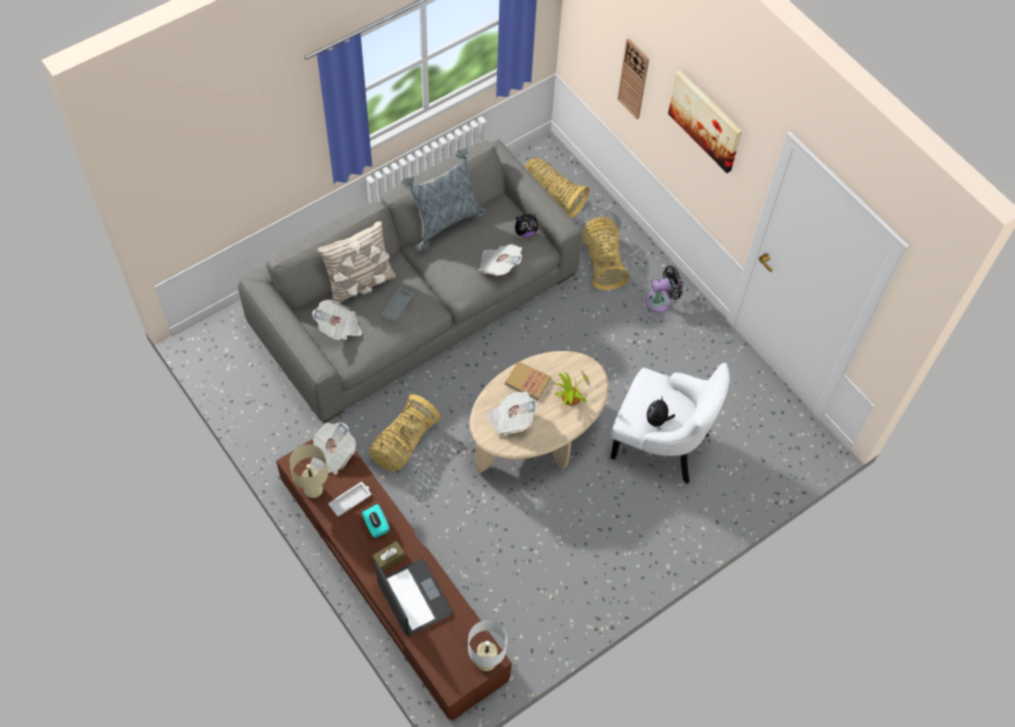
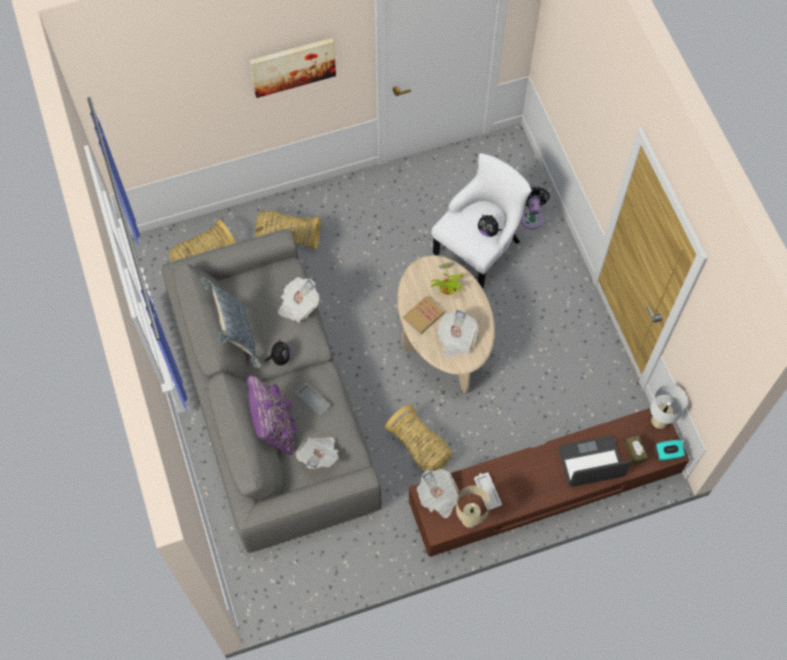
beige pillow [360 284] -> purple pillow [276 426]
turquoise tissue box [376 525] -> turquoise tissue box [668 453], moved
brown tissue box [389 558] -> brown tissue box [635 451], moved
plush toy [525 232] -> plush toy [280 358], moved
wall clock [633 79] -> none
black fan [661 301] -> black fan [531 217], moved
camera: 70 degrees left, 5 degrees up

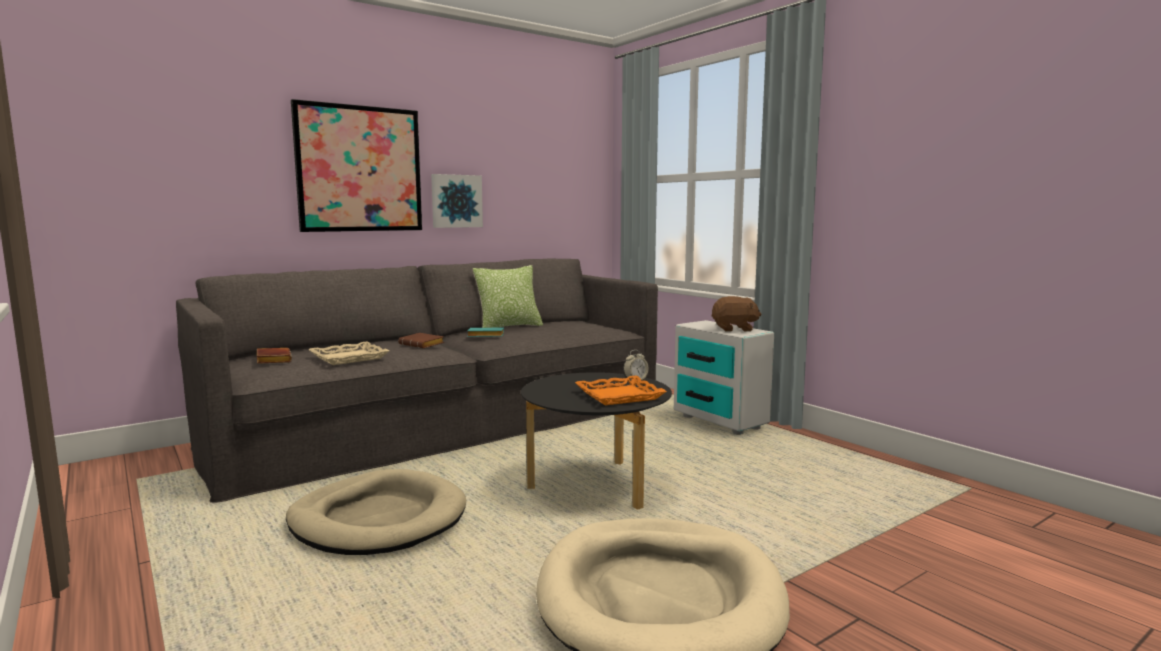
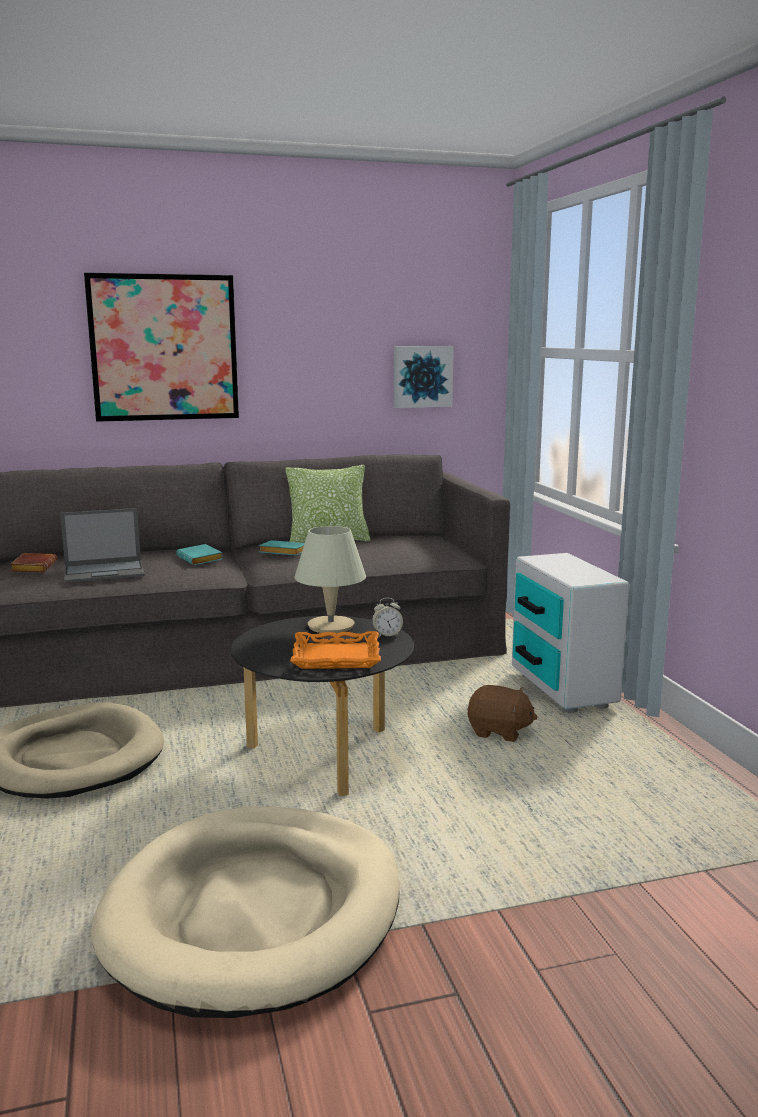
beige tray [349 358] -> laptop [105 572]
brown book [423 344] -> turquoise book [201 559]
picture [456 201] -> picture [422 376], moved
brown plush toy [734 329] -> brown plush toy [499 732], moved
none -> beige table lamp [331 626]
camera: 20 degrees right, 5 degrees up

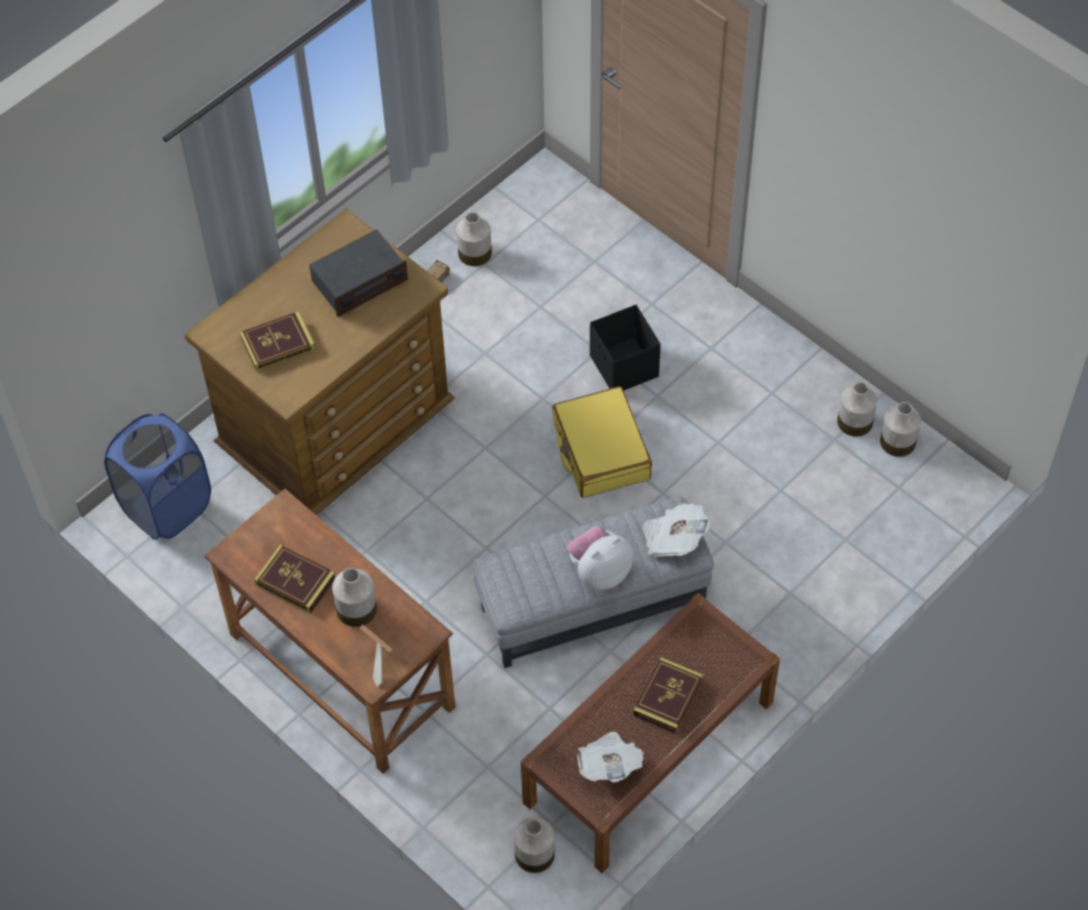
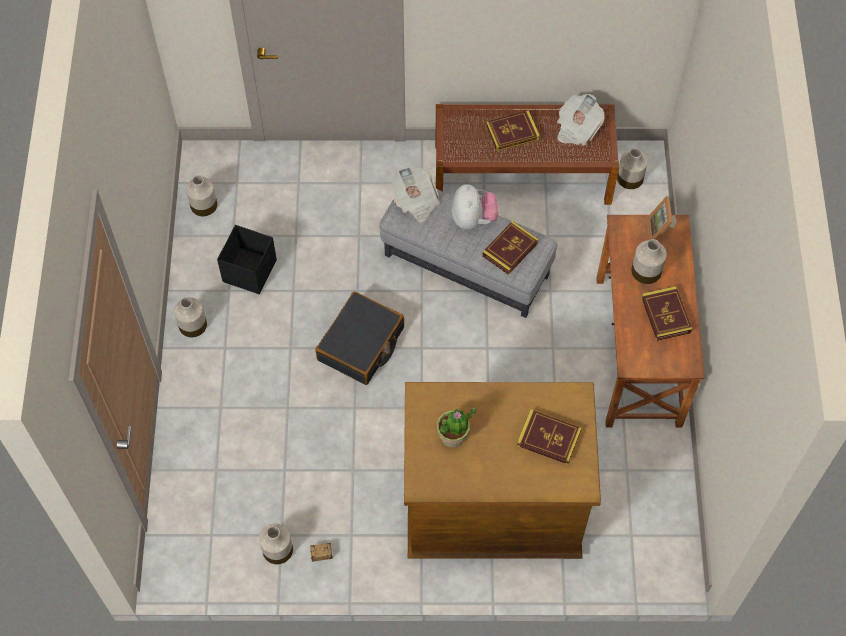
blue laundry basket [167 506] -> none
radio [359 281] -> potted plant [453 436]
yellow suitcase [600 451] -> black suitcase [361 344]
plush toy [600 571] -> plush toy [473 219], 105 degrees counterclockwise
black storage box [624 367] -> black storage box [250 270], moved
beige vase [855 422] -> beige vase [192 324], moved
none -> book [510 249]
camera: 135 degrees left, 5 degrees up

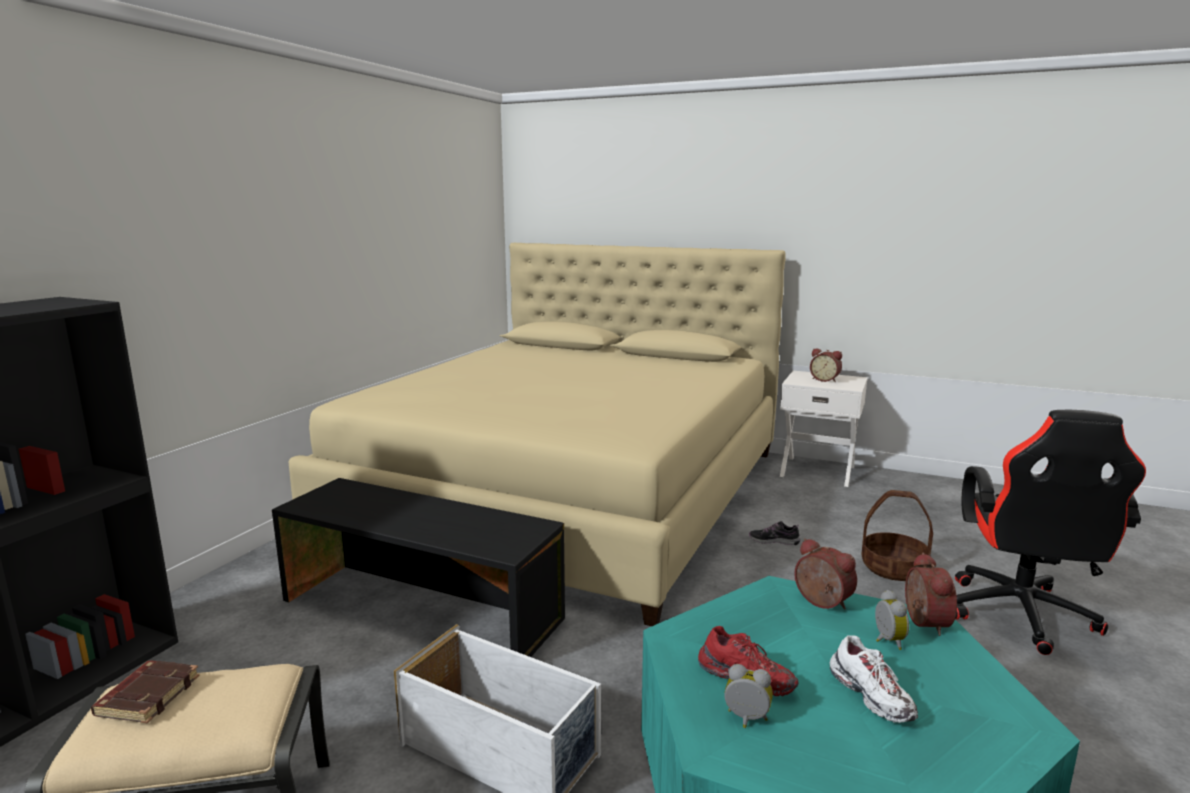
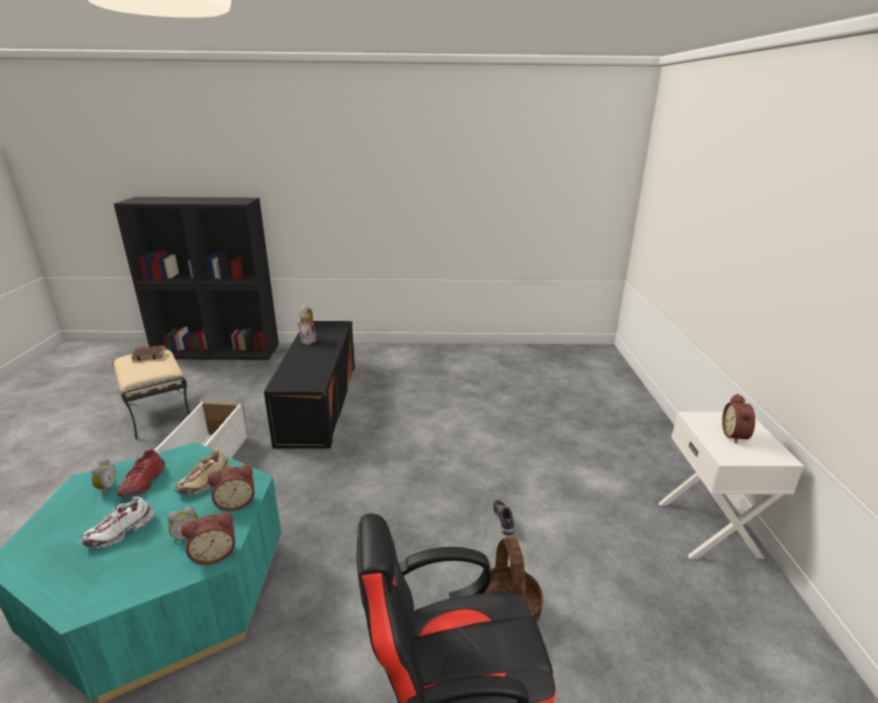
beige bed [568 491] -> none
alarm clock [821 603] -> alarm clock [236 502], 45 degrees clockwise
none -> beige shoe [205 482]
none -> plush toy [307 340]
camera: 65 degrees right, 10 degrees up

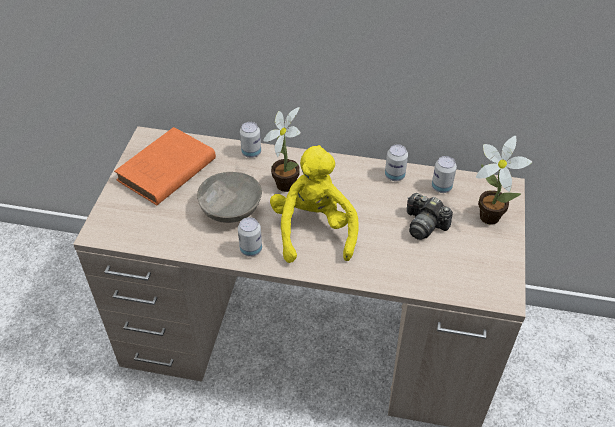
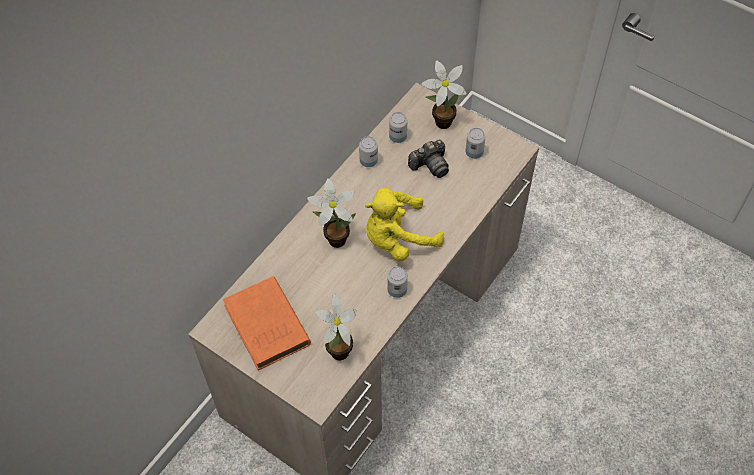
grey bowl [231 210] -> none
can [251 153] -> can [474 153], moved
yellow plush toy [313 230] -> yellow plush toy [398 239], 45 degrees counterclockwise
none -> potted plant [337 354]
camera: 65 degrees left, 10 degrees up

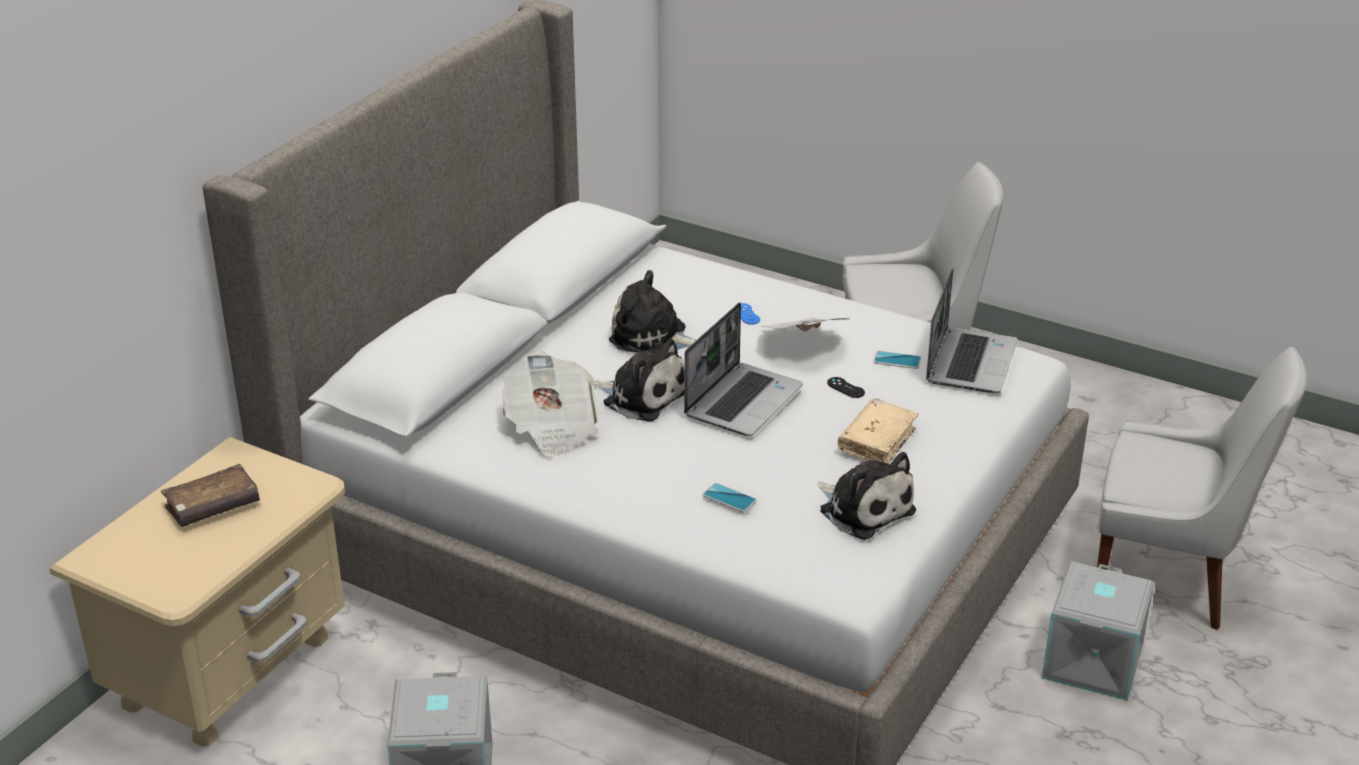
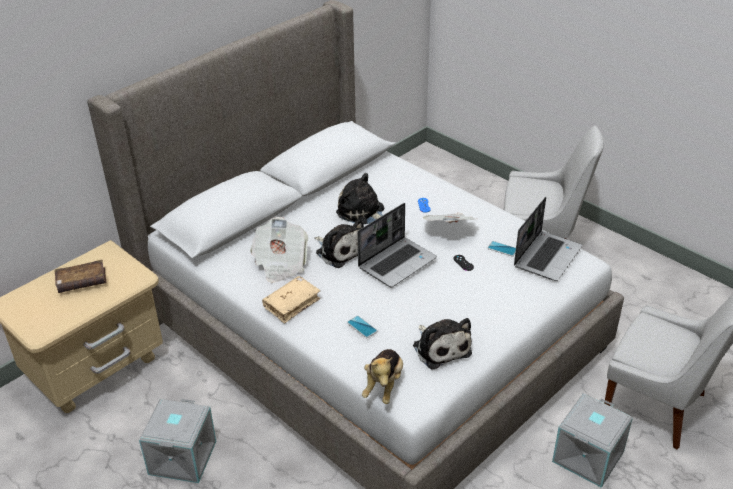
beige book [877 442] -> beige book [291 304], moved
none -> plush toy [384 385]
camera: 15 degrees right, 5 degrees up

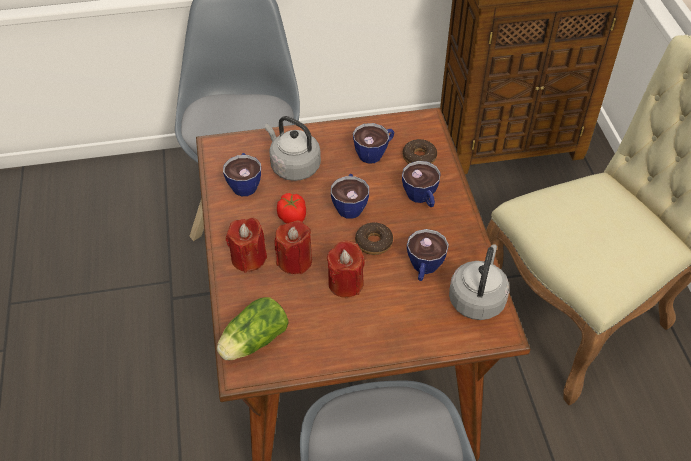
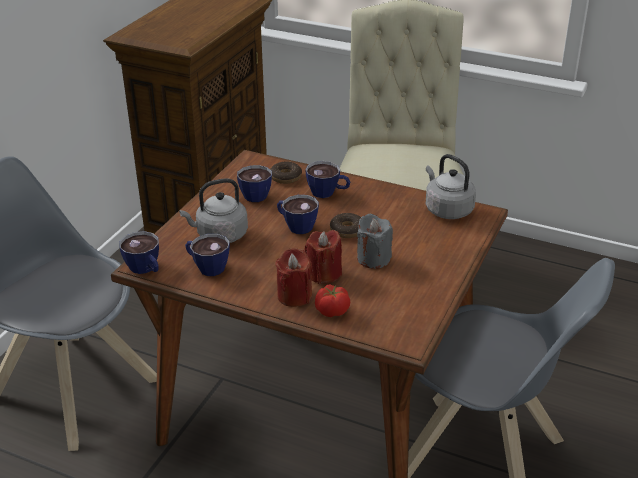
lettuce [252 342] -> none
tomato [292 217] -> tomato [332 311], moved
red candle [345 283] -> grey candle [373 259]
cup [424 269] -> cup [145 269], moved
camera: 55 degrees left, 15 degrees down

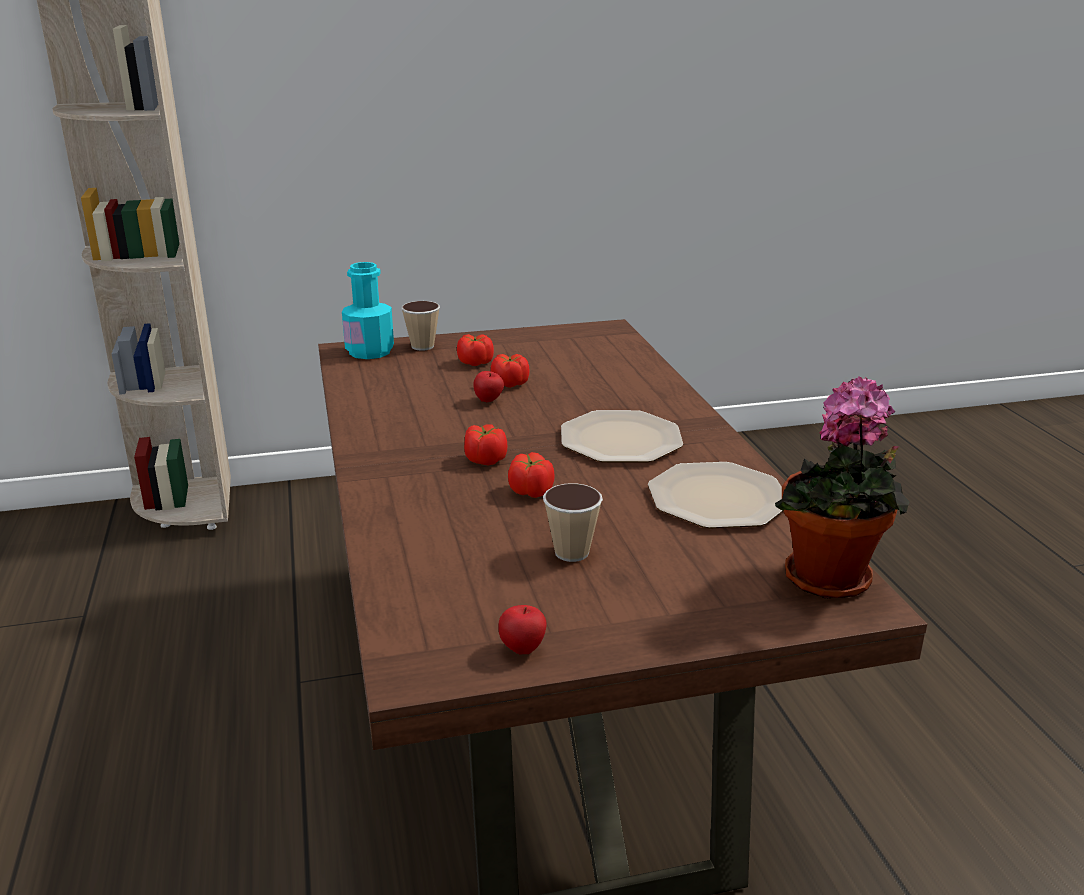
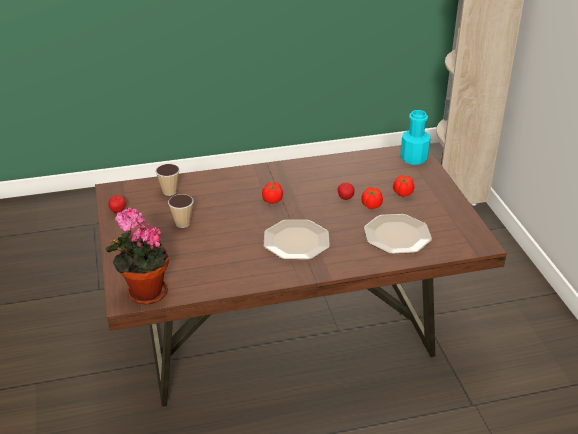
cup [422 346] -> cup [169 191], moved
tomato [531 492] -> none
plate [718 498] -> plate [396 235], moved
camera: 90 degrees right, 10 degrees up

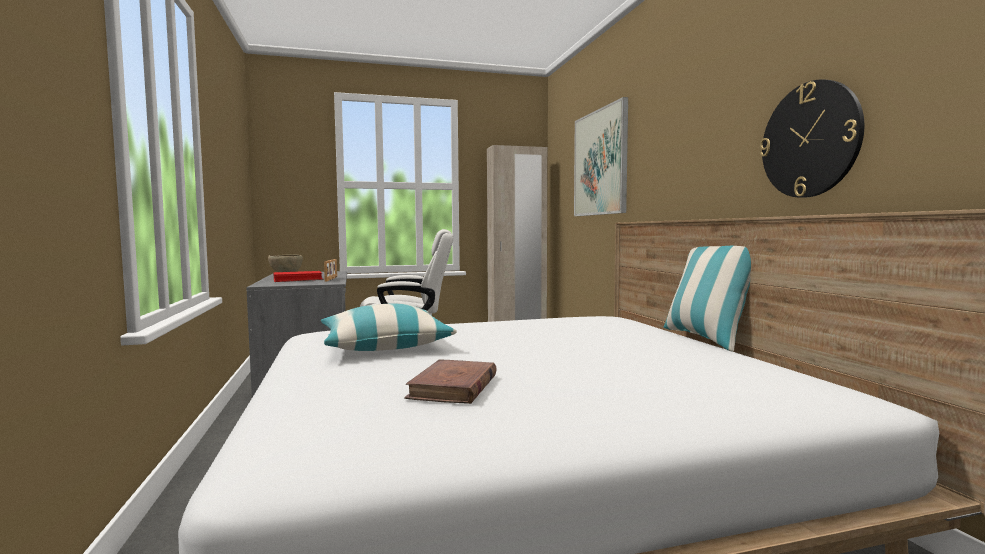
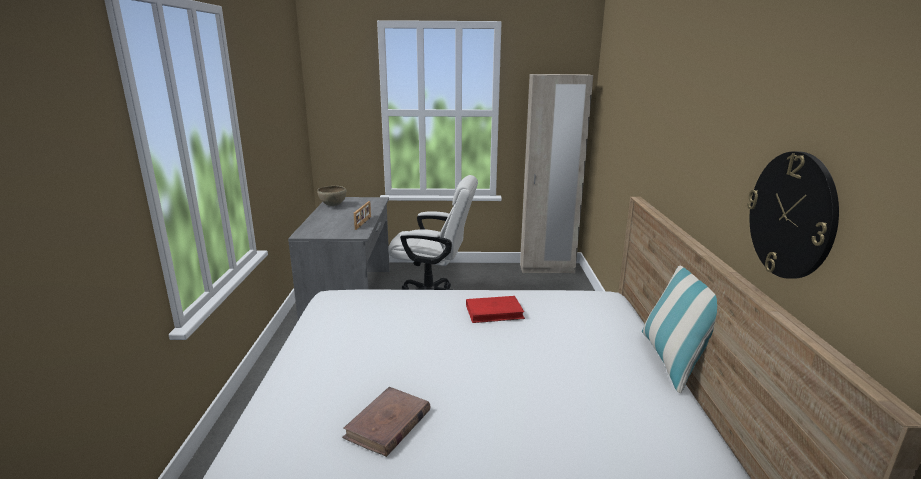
red book [298 279] -> red book [494 312], moved
pillow [384 345] -> none
picture [600 163] -> none
camera: 15 degrees right, 15 degrees up

